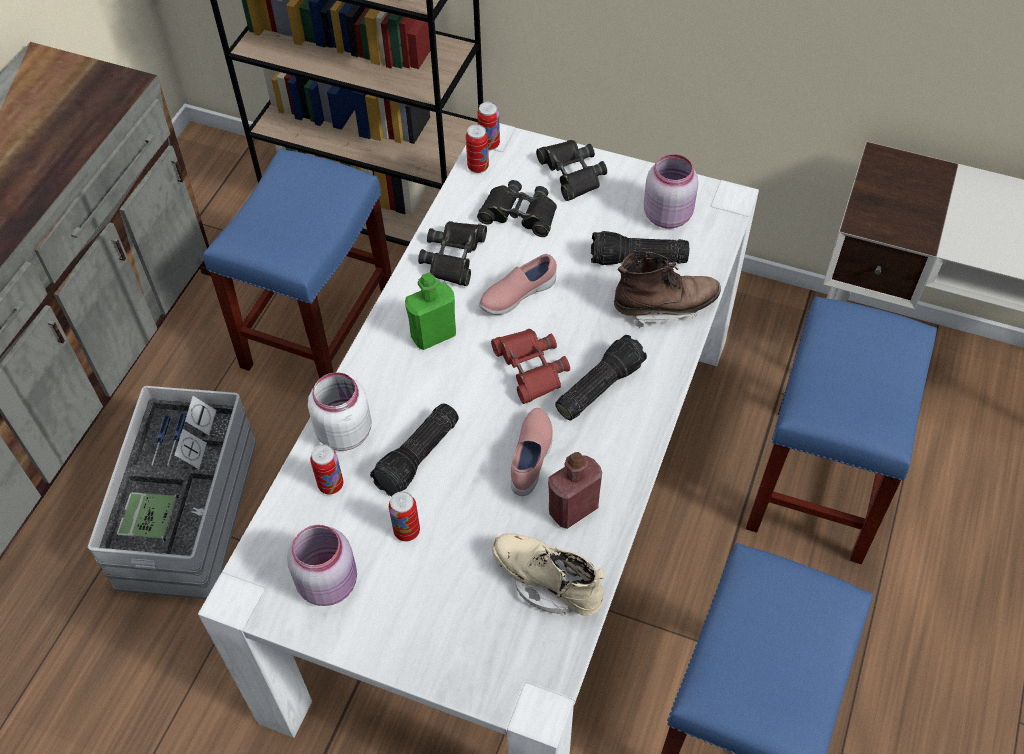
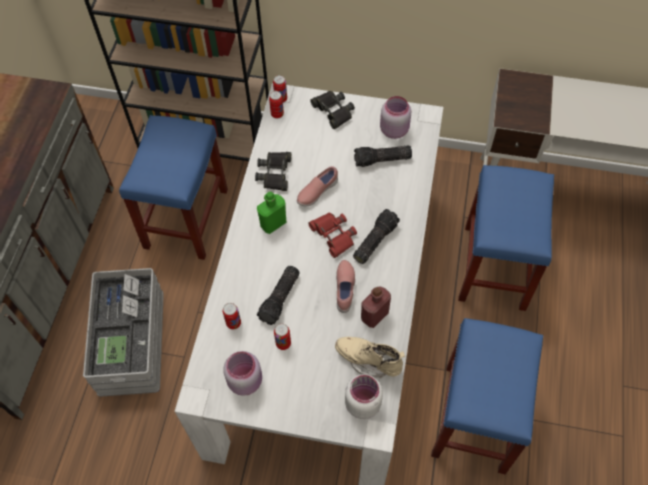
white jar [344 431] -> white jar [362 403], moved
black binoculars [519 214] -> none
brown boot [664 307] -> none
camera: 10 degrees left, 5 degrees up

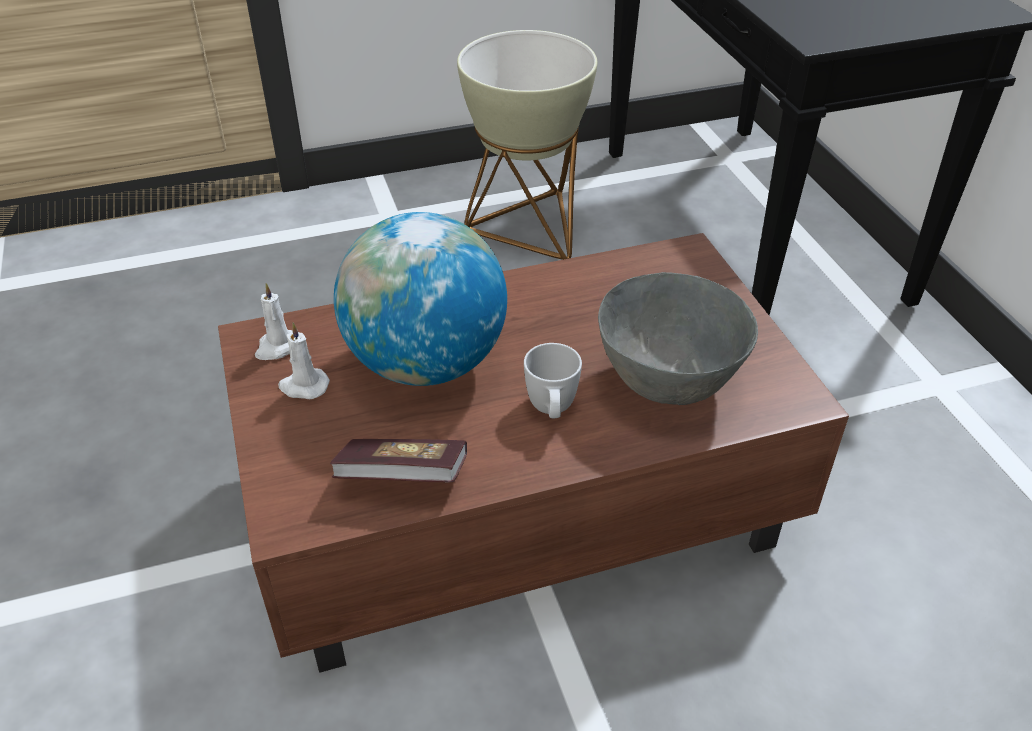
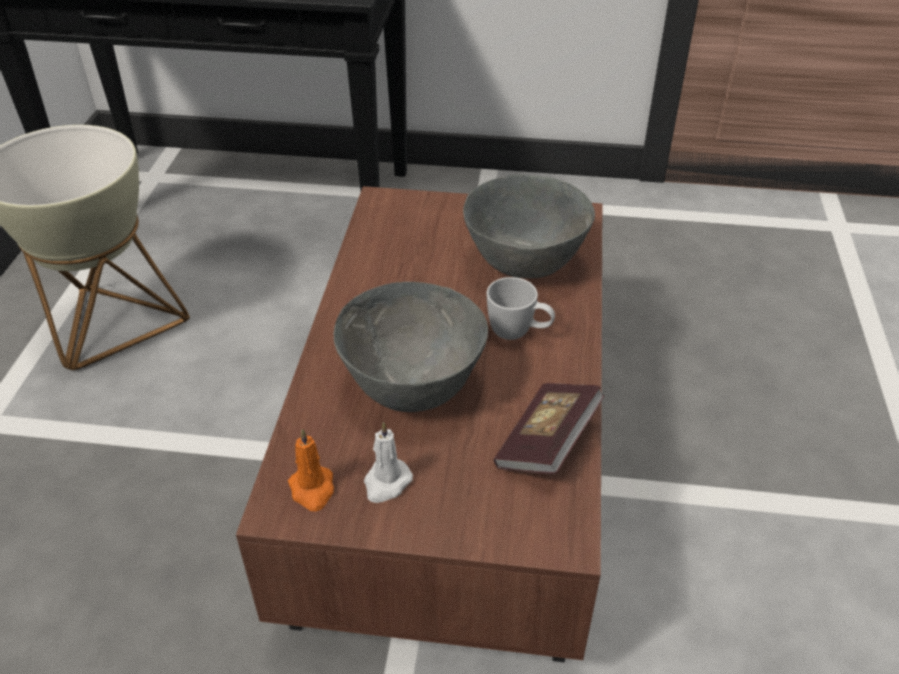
white candle [278 347] -> orange candle [312 490]
globe [426 364] -> grey bowl [412 389]
camera: 65 degrees left, 0 degrees up

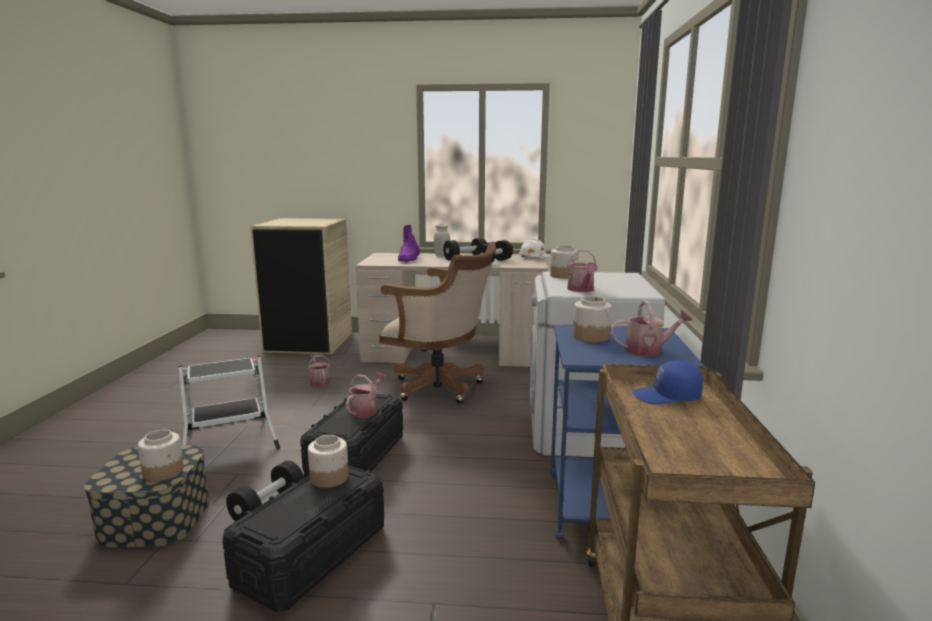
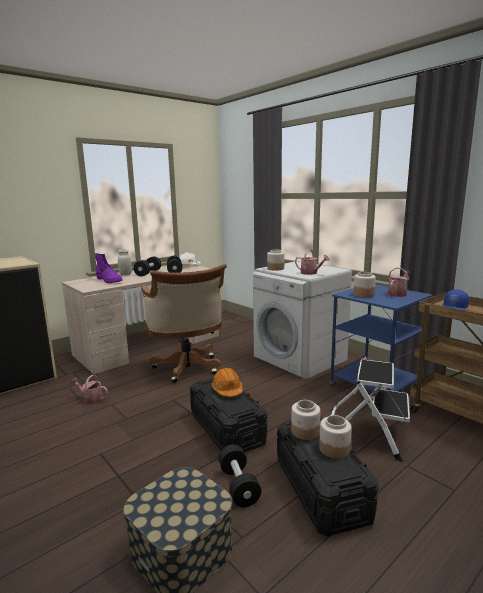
jar [164 471] -> jar [334 449], moved
step ladder [229 439] -> step ladder [365 431], moved
watering can [366 410] -> orange hard hat [227 390]
office chair [441 388] -> office chair [188 368], 90 degrees clockwise
camera: 45 degrees left, 0 degrees up

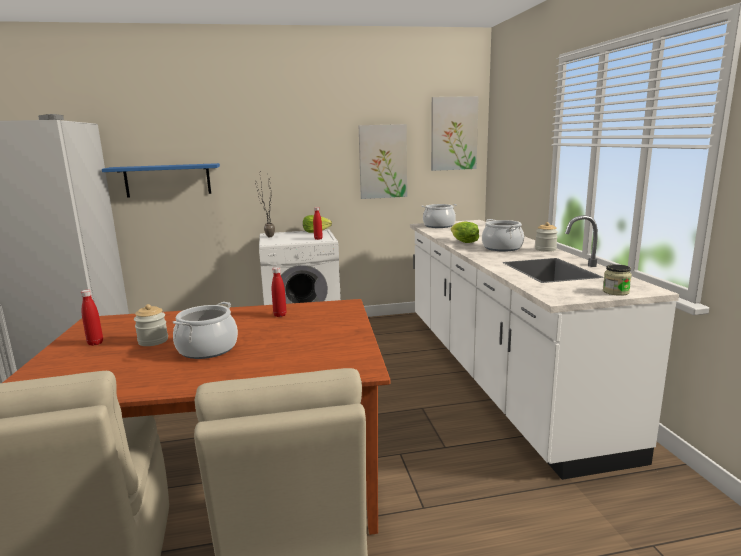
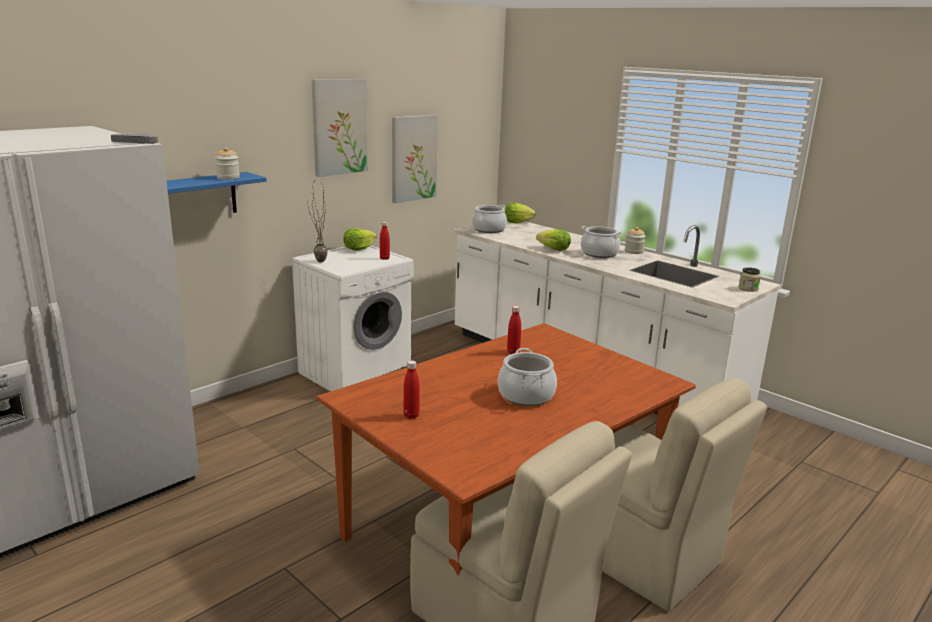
jar [153 341] -> jar [228 177], moved
picture [453 133] -> picture [339 127], moved
none -> lettuce [517 222]
camera: 35 degrees left, 5 degrees up

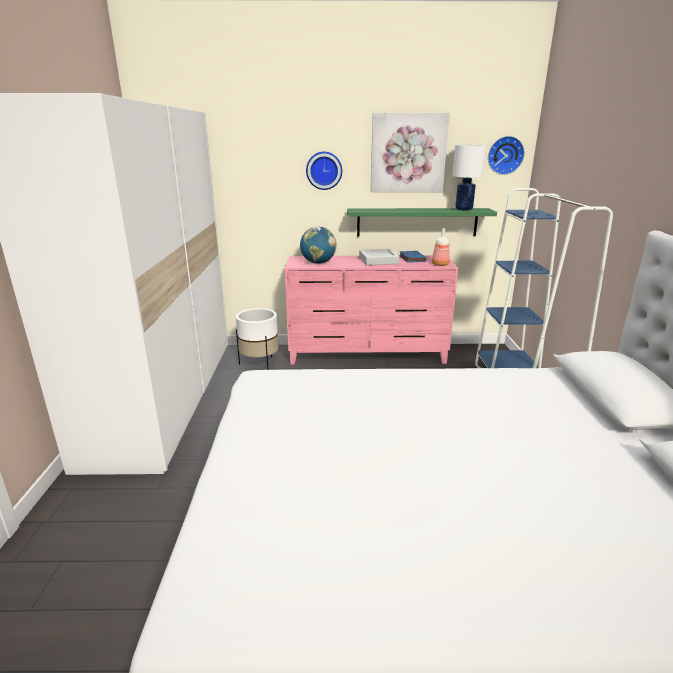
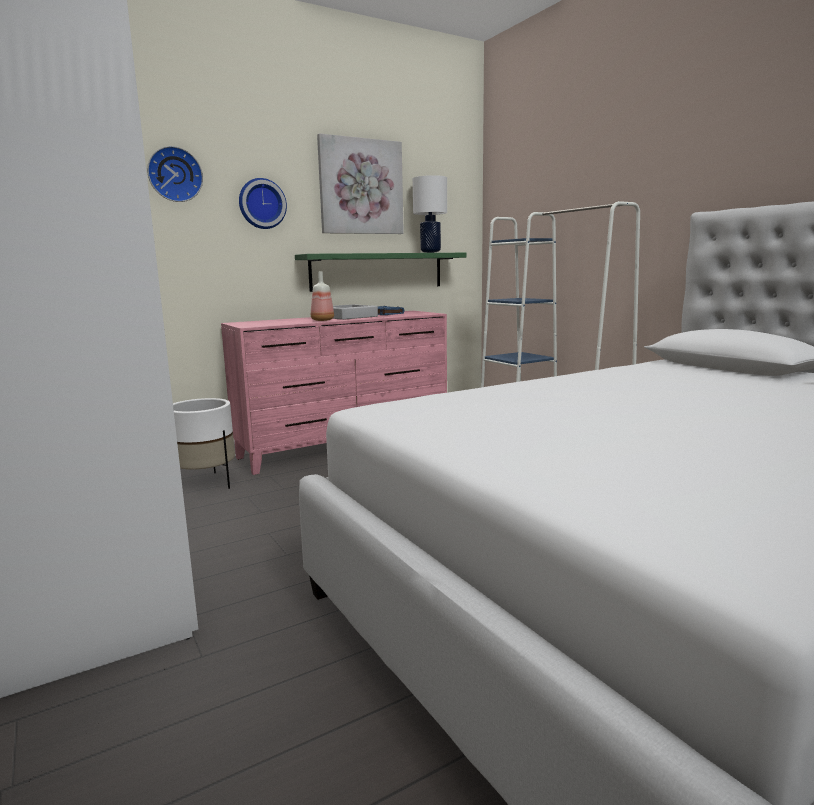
globe [318 263] -> none
bottle [439 264] -> bottle [322 320], moved
wall clock [505 155] -> wall clock [174 175], moved
camera: 30 degrees left, 10 degrees down

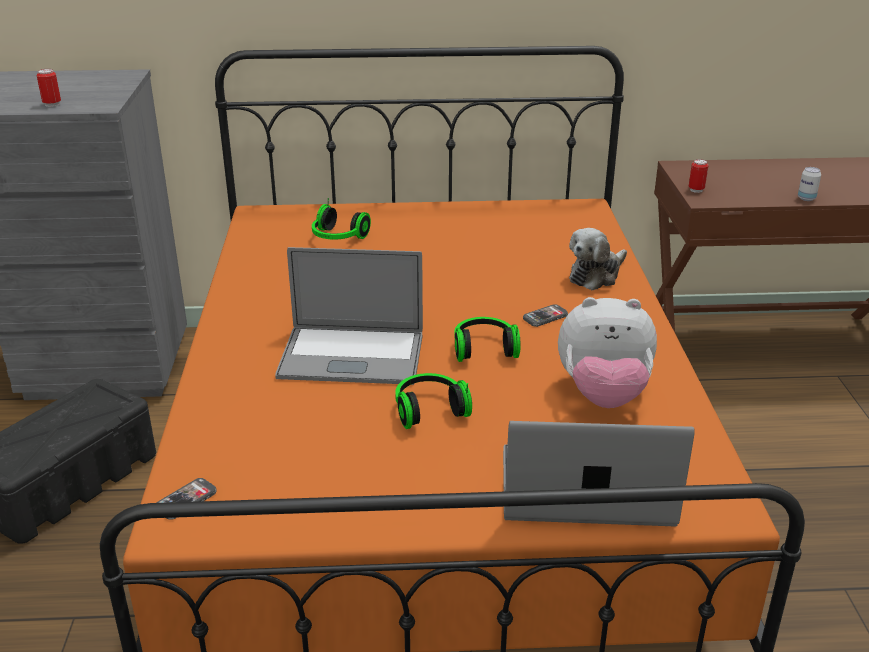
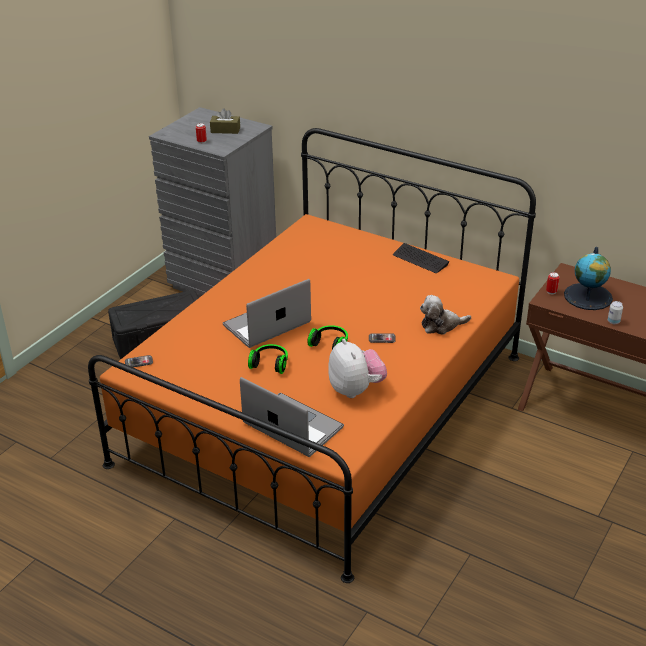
laptop [351 356] -> laptop [267 324], 105 degrees clockwise
headphones [337 238] -> none
plush toy [603 395] -> plush toy [356 389], 150 degrees counterclockwise
none -> brown tissue box [225 130]
none -> keyboard [420 259]
none -> globe [588 296]
camera: 35 degrees right, 5 degrees up

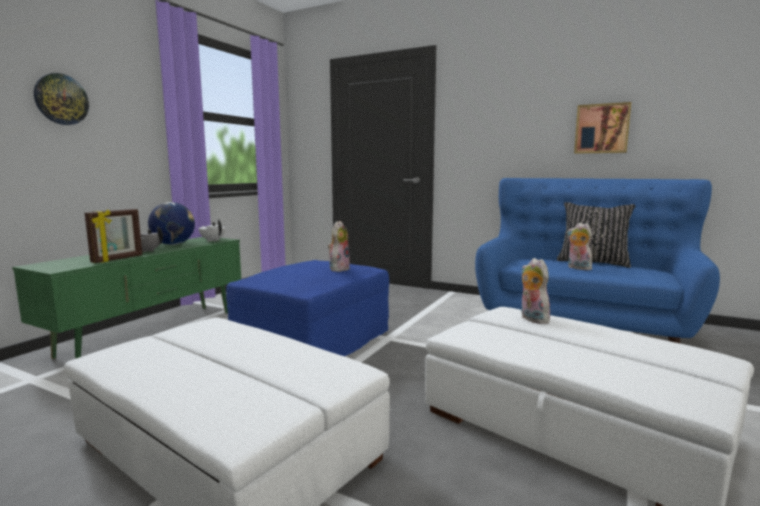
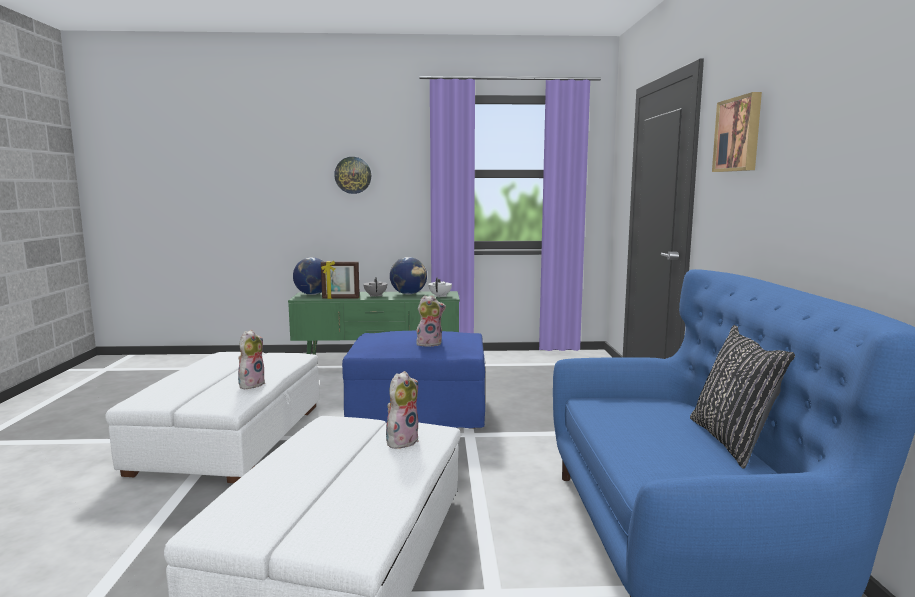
plush toy [577 268] -> plush toy [251 384], moved
picture [602 128] -> picture [739 134], moved
none -> globe [313 294]
camera: 60 degrees right, 0 degrees up

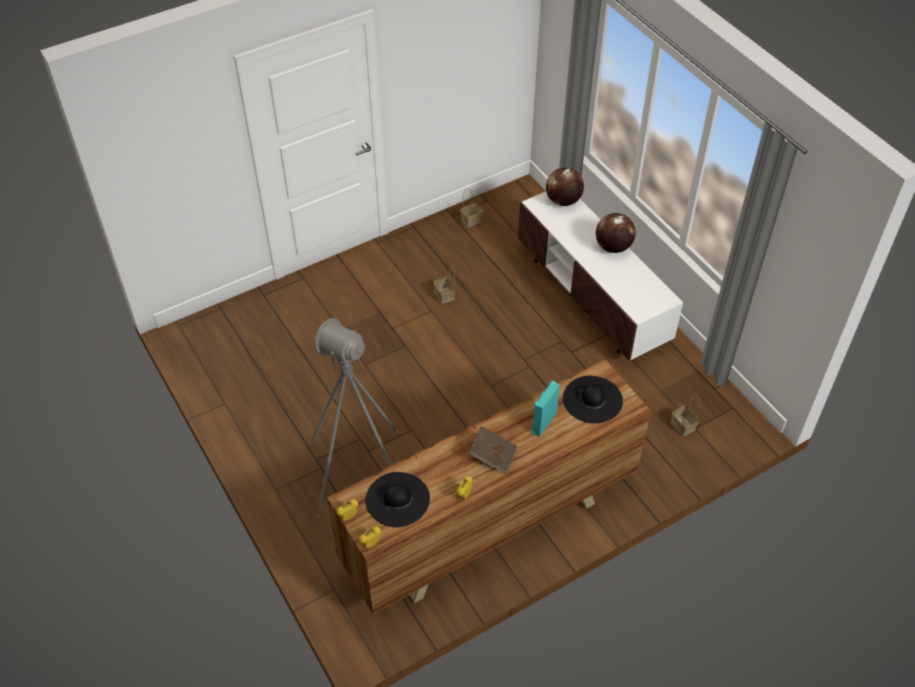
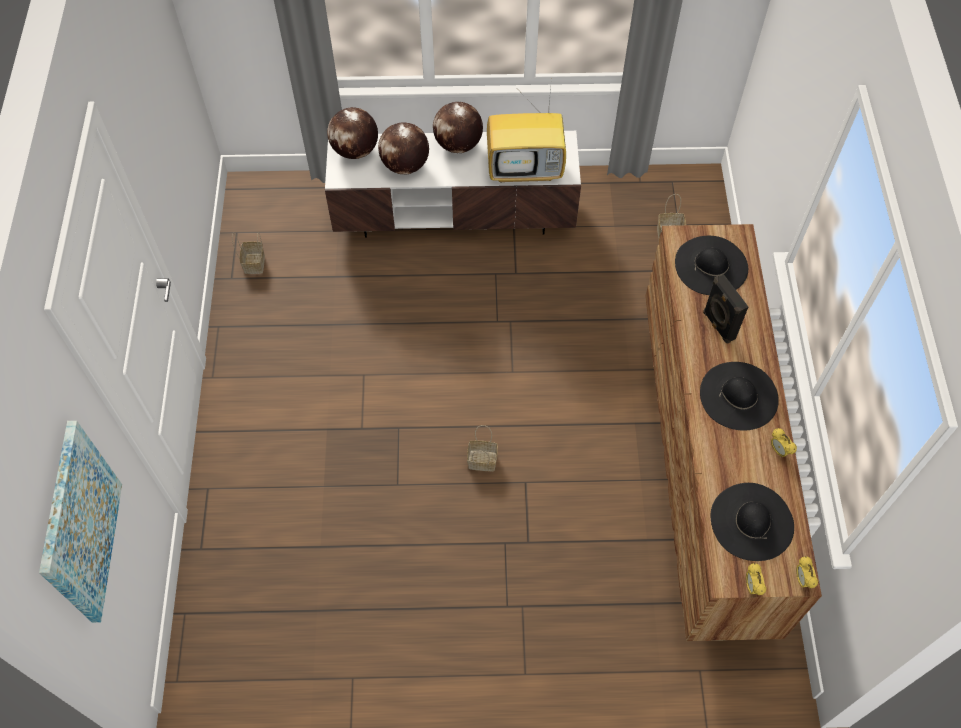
grey floor lamp [358 472] -> none
basket [443 295] -> basket [481 461], moved
brown book [493 456] -> black hat [738 396]
turquoise speaker [543 422] -> black speaker [718 326]
none -> picture [79 524]
none -> globe [405 165]
none -> television [526 168]
camera: 60 degrees left, 10 degrees up

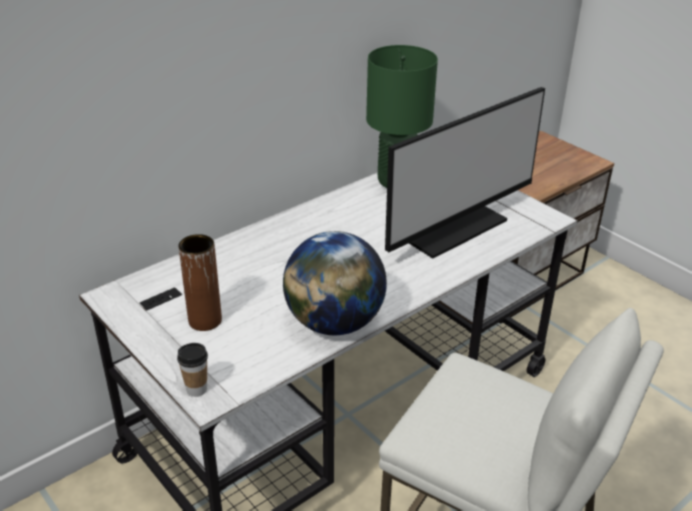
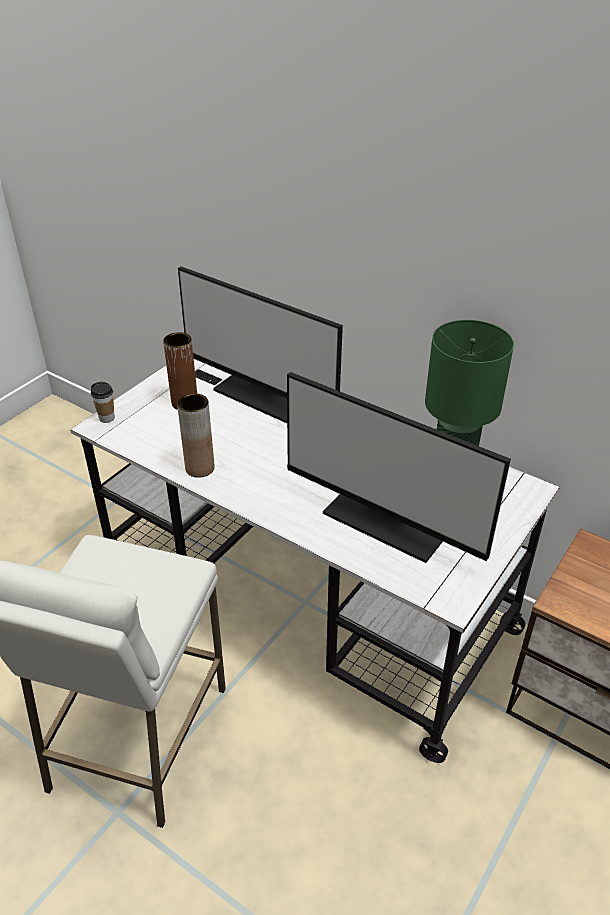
globe [334 323] -> brown vase [200 468]
none -> monitor [267 394]
camera: 75 degrees right, 5 degrees up

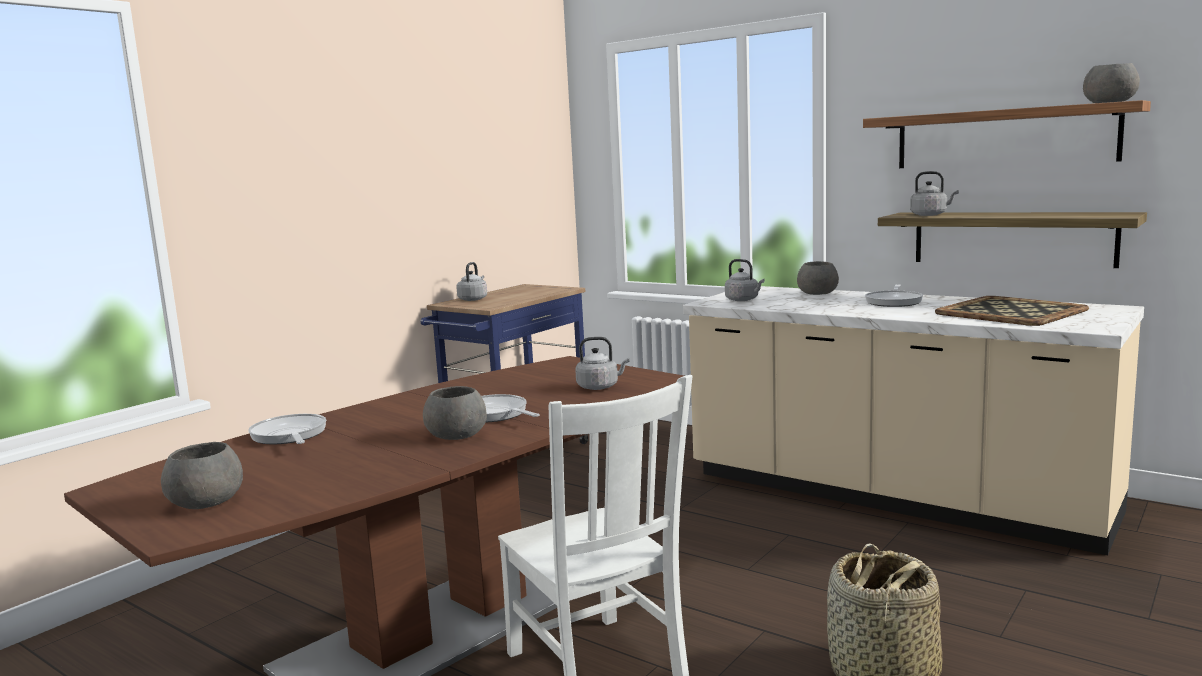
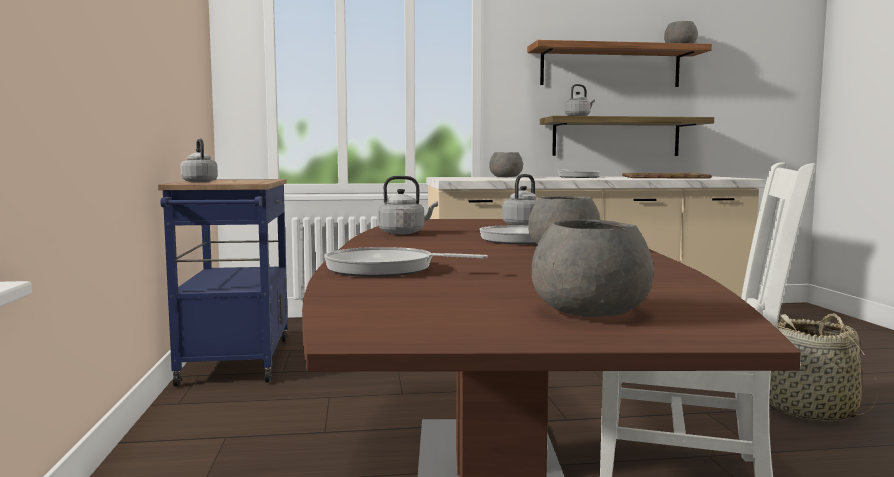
grey kettle [743 300] -> grey kettle [404 233], moved
camera: 45 degrees left, 5 degrees down

